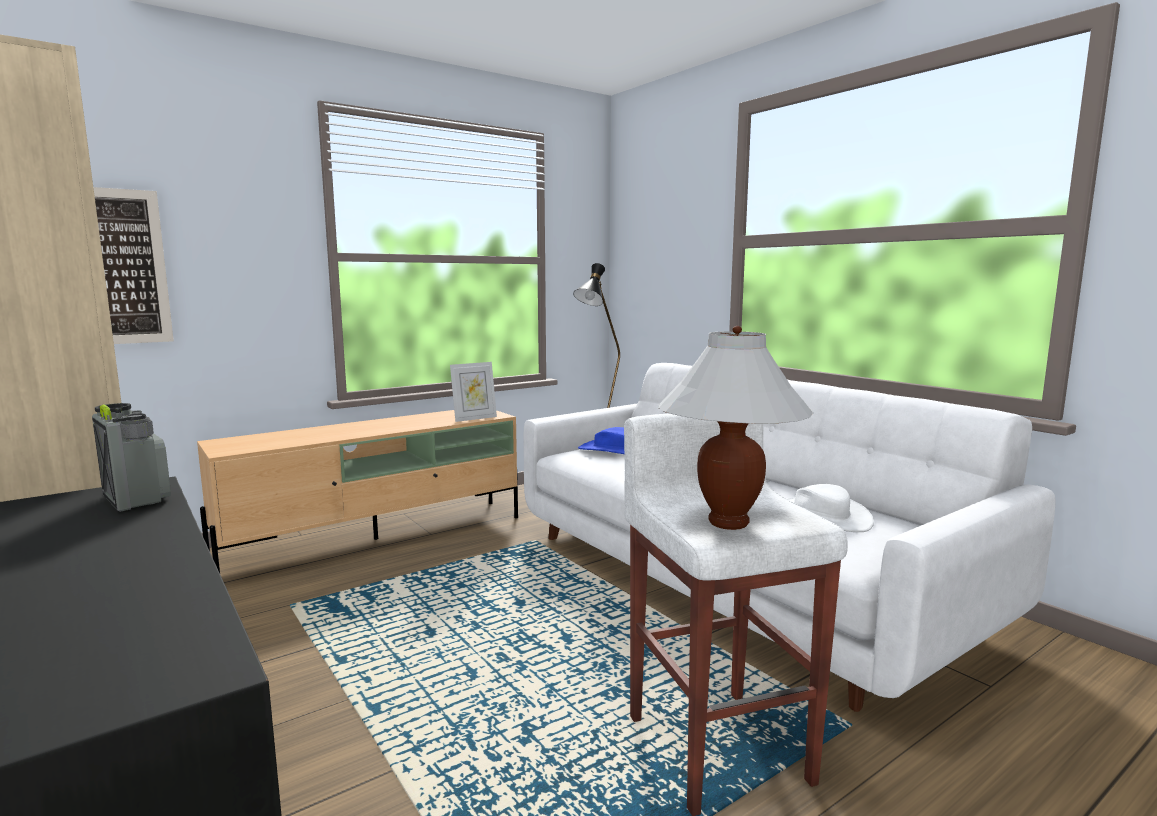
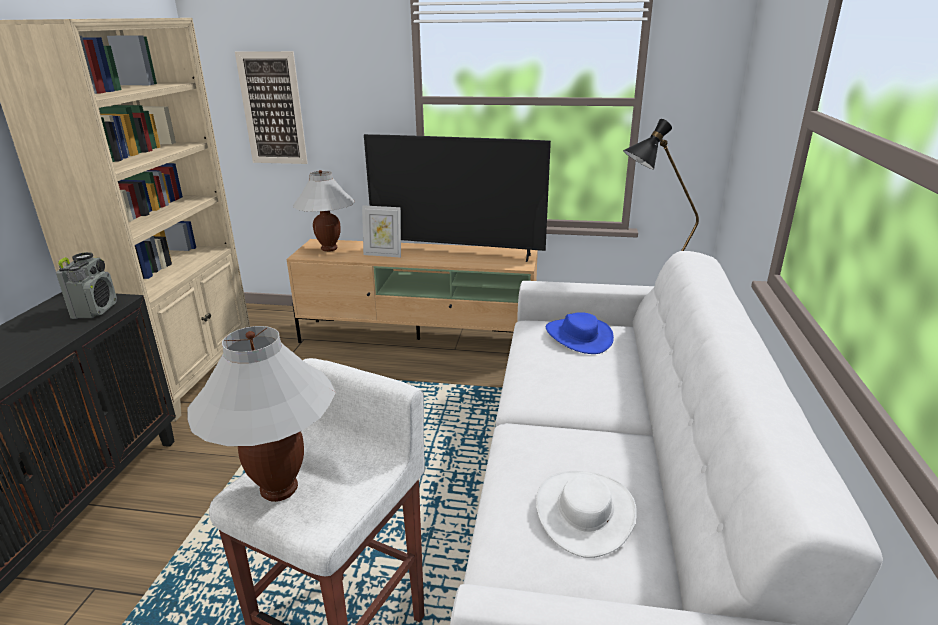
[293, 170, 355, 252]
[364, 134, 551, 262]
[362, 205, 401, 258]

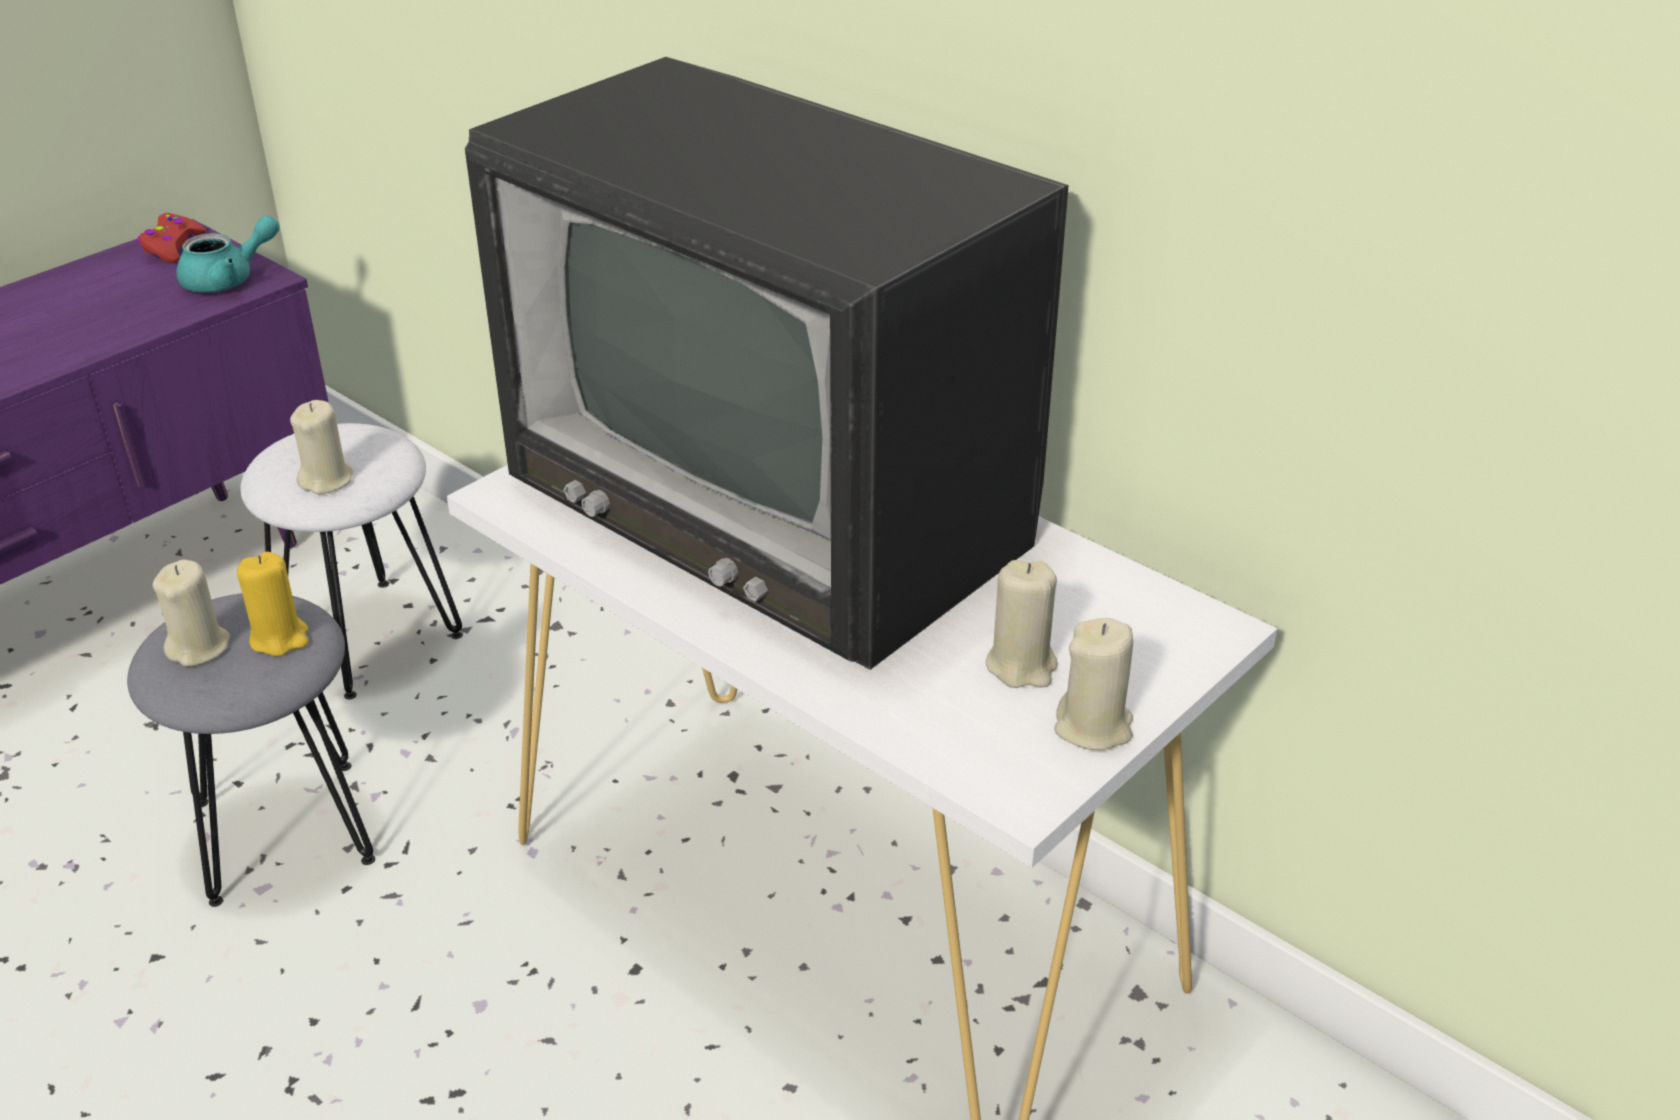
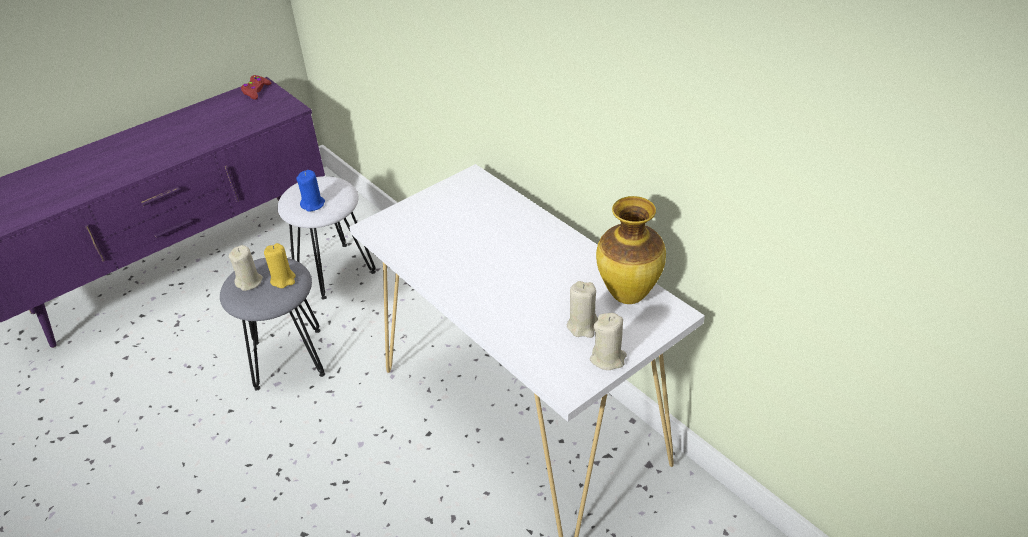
[177, 216, 280, 293] (first image)
[465, 57, 1069, 670] (first image)
[596, 196, 666, 304]
[296, 170, 325, 212]

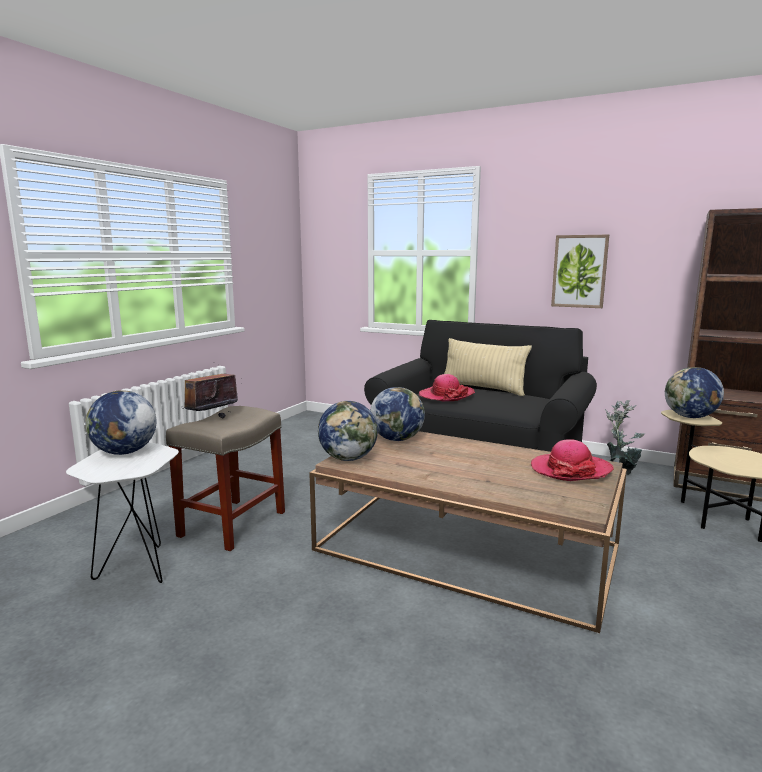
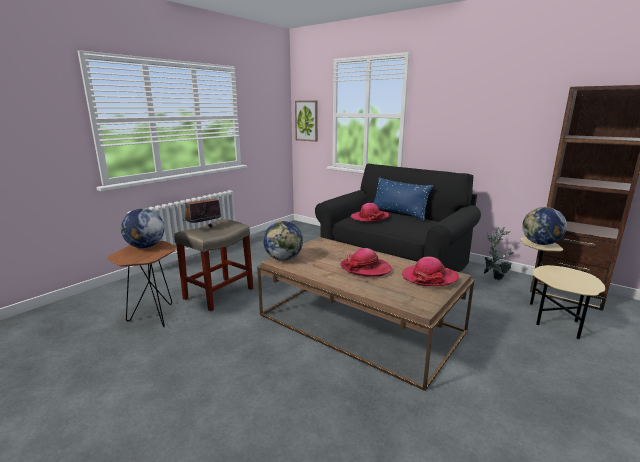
[370, 387, 425, 441] (first image)
[340, 248, 392, 277]
[295, 100, 318, 142]
[107, 241, 177, 327]
[374, 177, 433, 221]

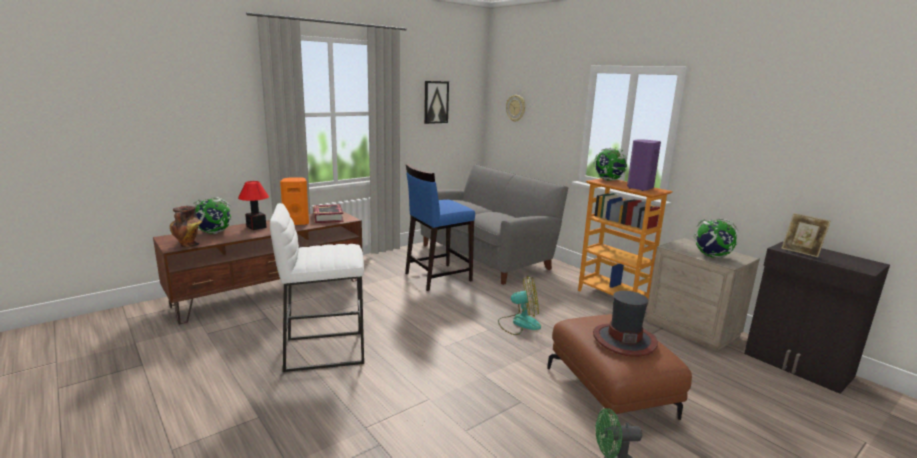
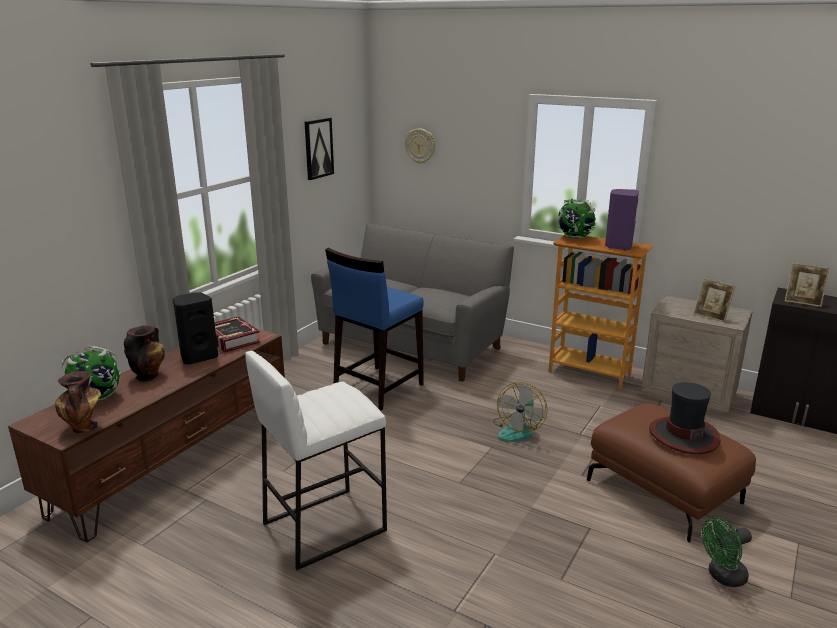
[124, 325, 165, 382]
[693, 278, 736, 322]
[173, 293, 218, 365]
[493, 382, 548, 442]

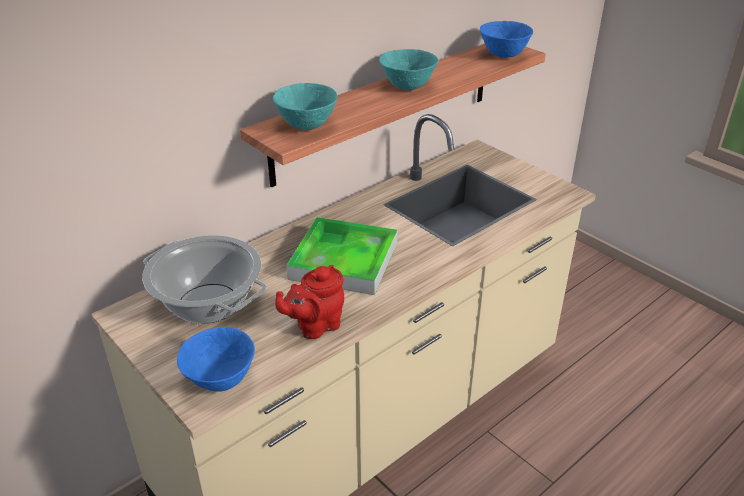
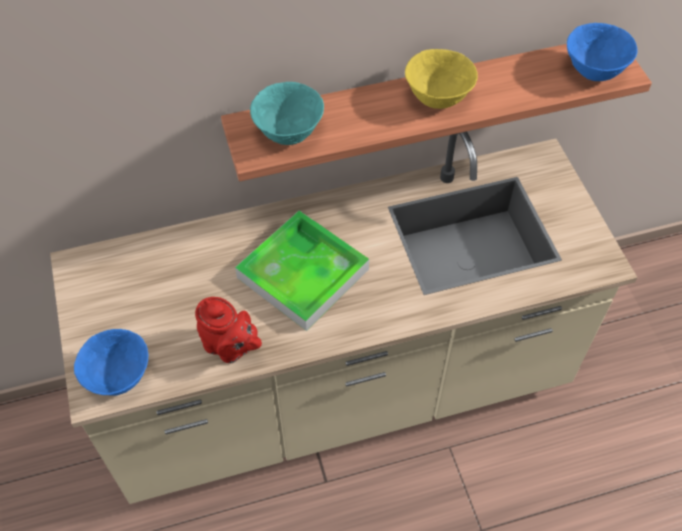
[142, 235, 267, 324] (first image)
[405, 49, 478, 109]
[195, 297, 262, 363]

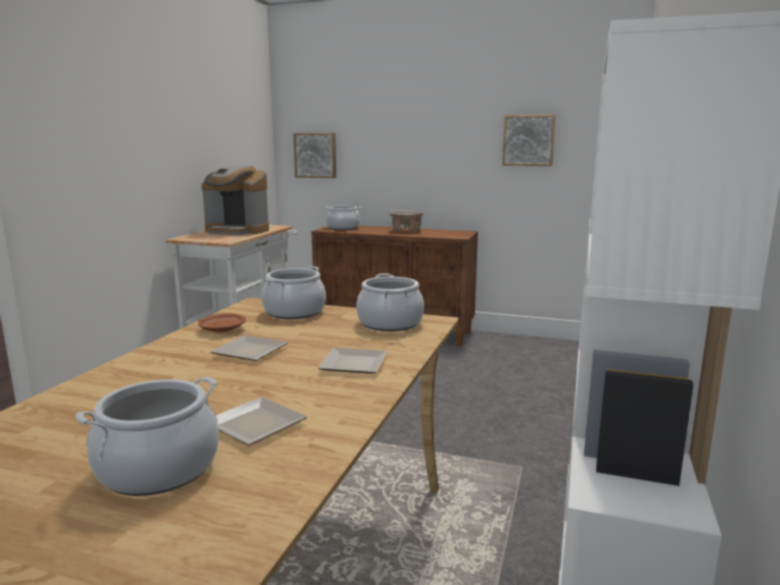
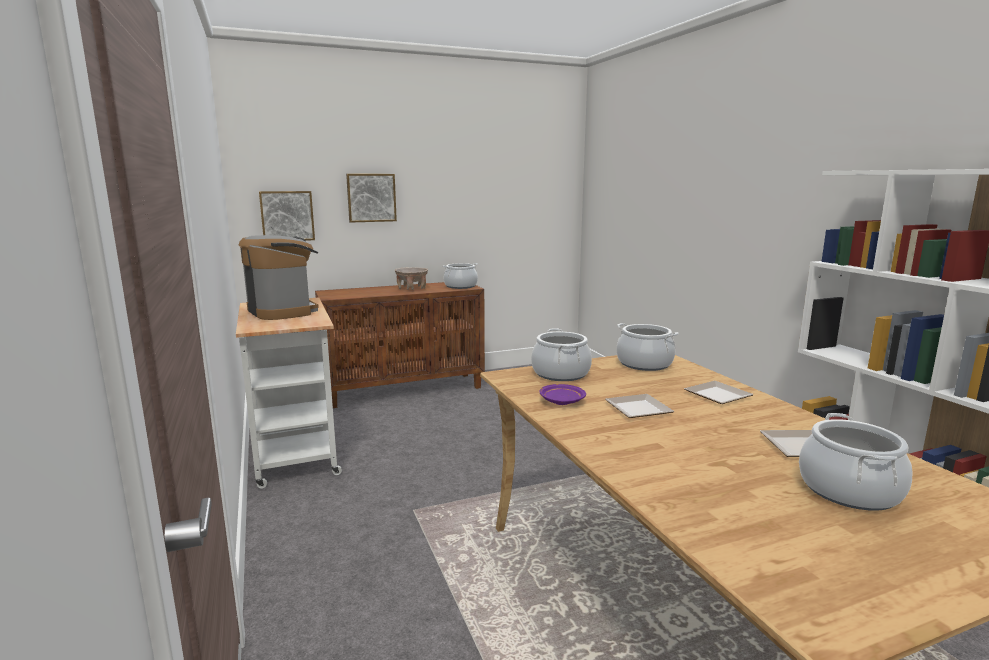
[443, 263, 478, 289]
[346, 174, 397, 223]
[539, 384, 586, 405]
[239, 235, 319, 320]

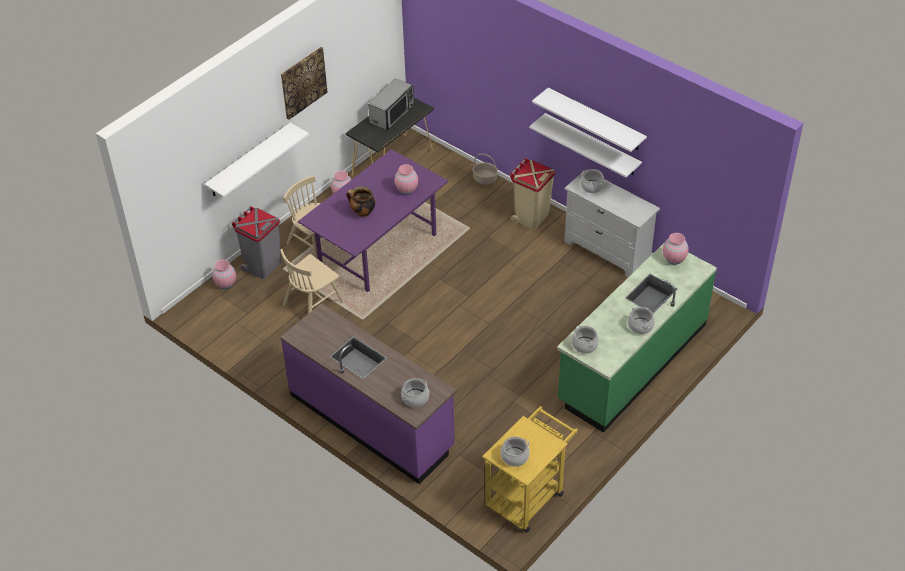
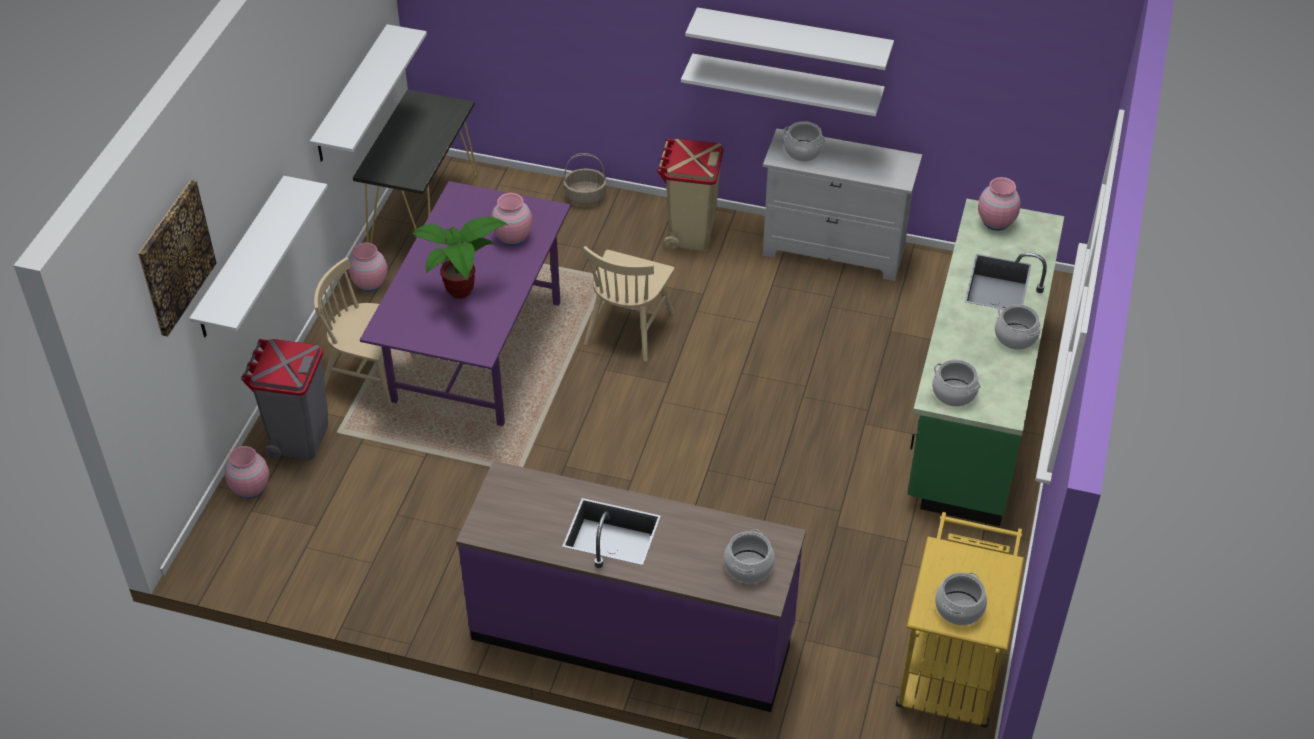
[368, 78, 414, 130] (first image)
[310, 24, 427, 162]
[583, 246, 674, 362]
[138, 180, 217, 337]
[412, 217, 509, 299]

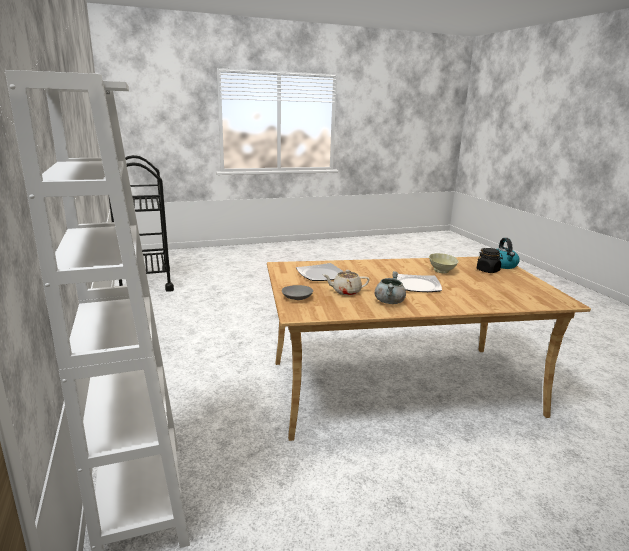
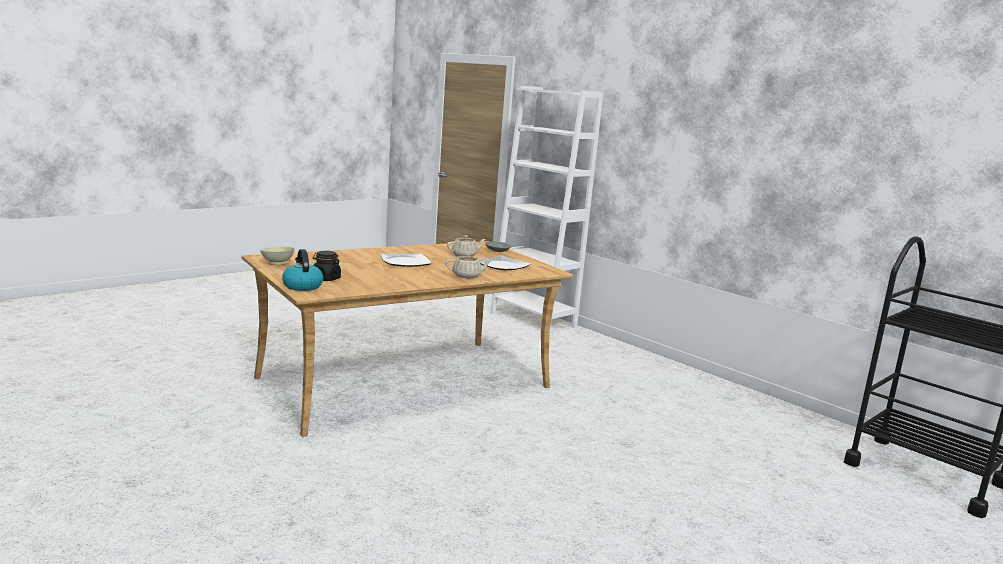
[375, 271, 406, 304] (first image)
[445, 253, 492, 278]
[260, 247, 295, 265]

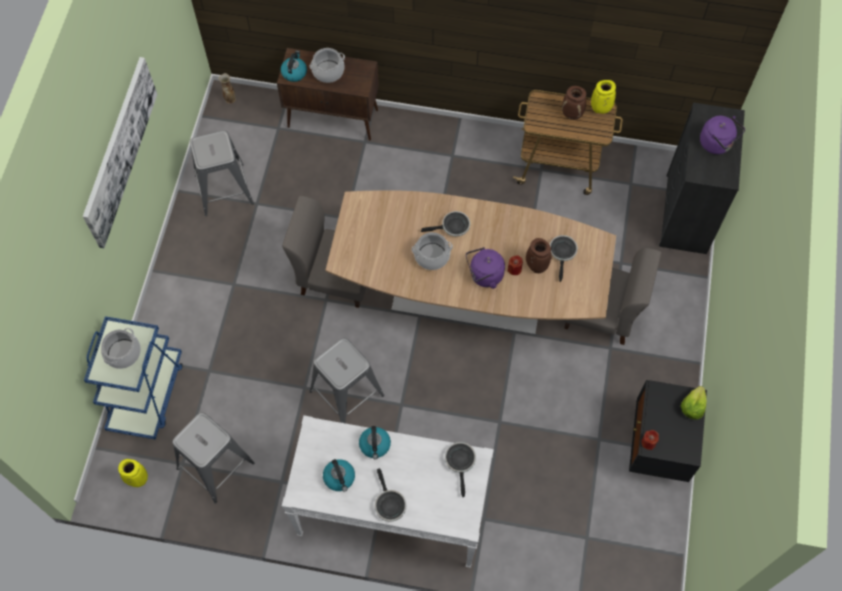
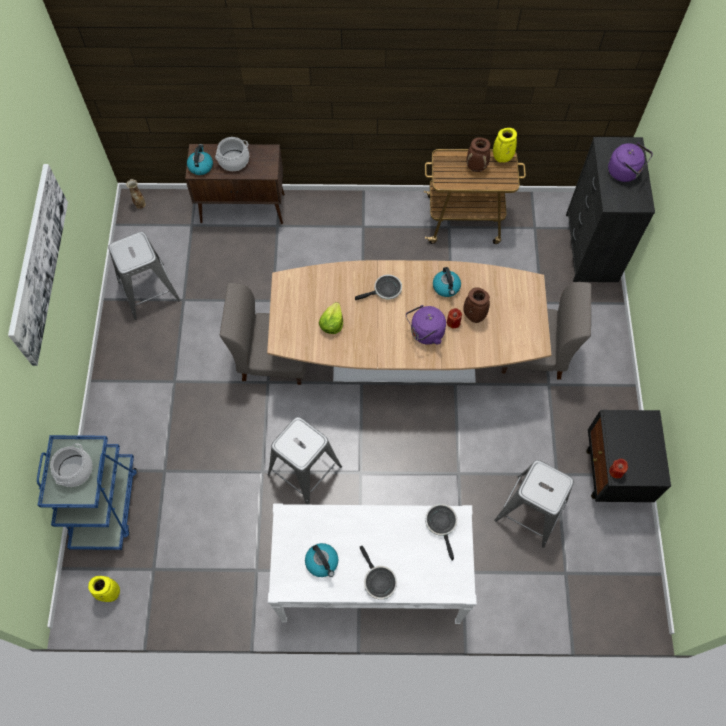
[412, 232, 453, 270] (first image)
[550, 235, 578, 282] (first image)
[494, 460, 574, 548]
[433, 267, 461, 297]
[319, 302, 343, 334]

